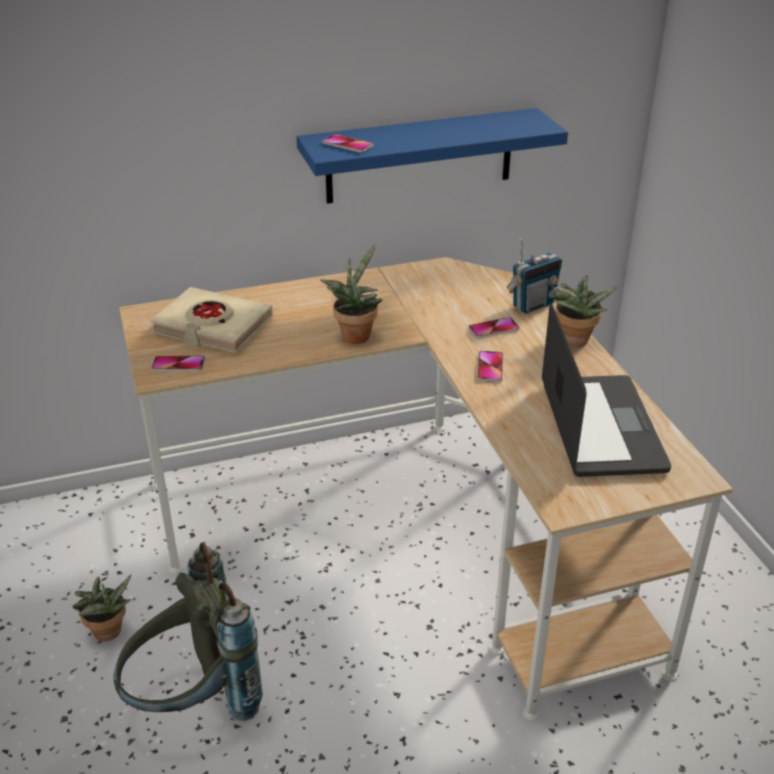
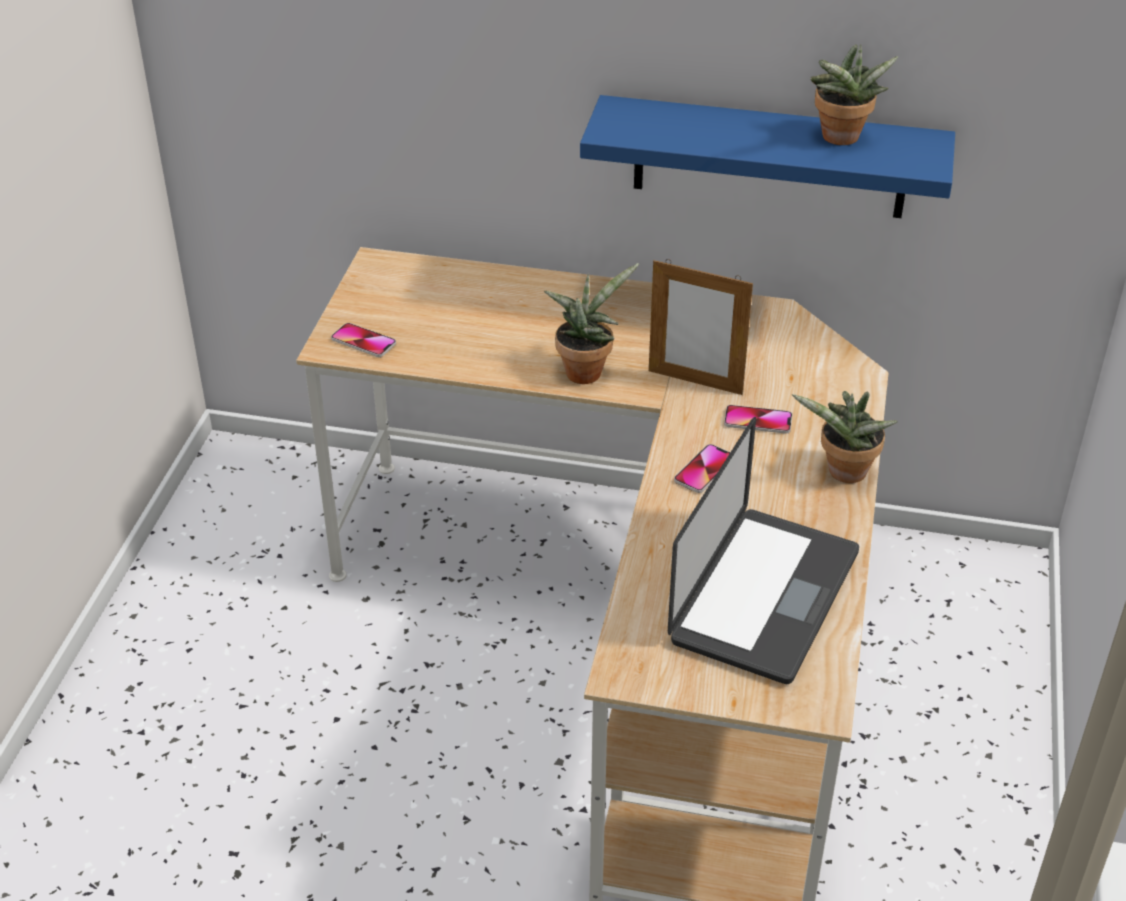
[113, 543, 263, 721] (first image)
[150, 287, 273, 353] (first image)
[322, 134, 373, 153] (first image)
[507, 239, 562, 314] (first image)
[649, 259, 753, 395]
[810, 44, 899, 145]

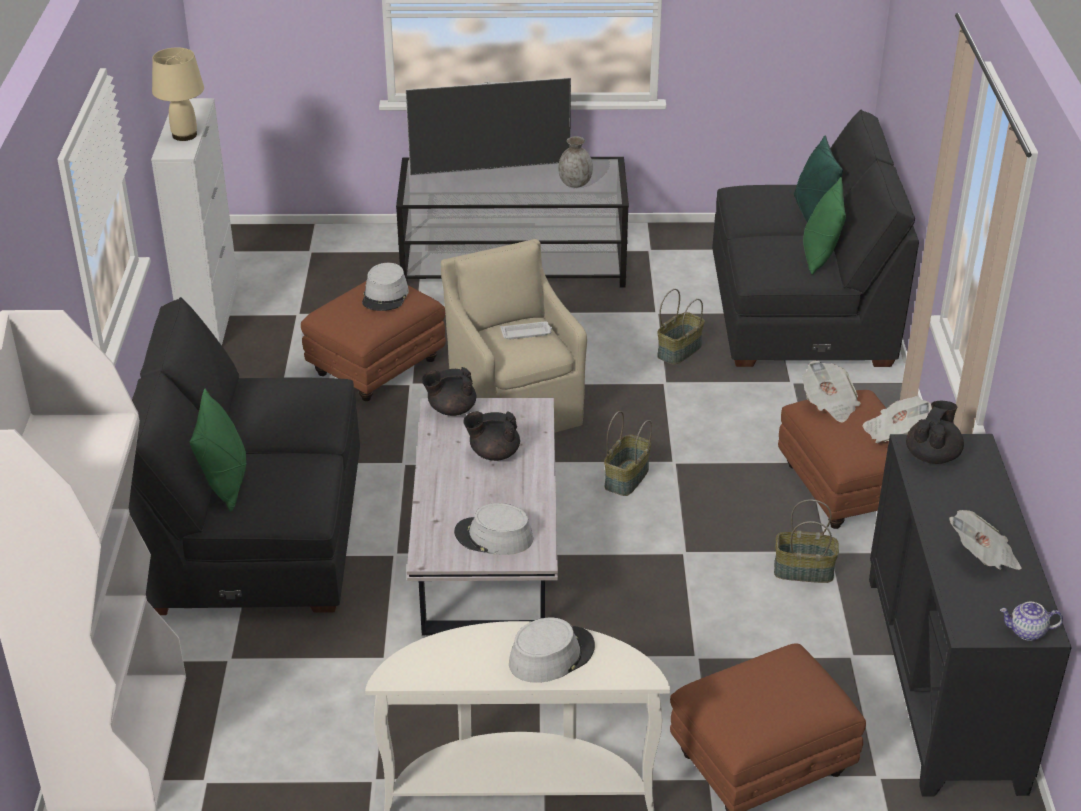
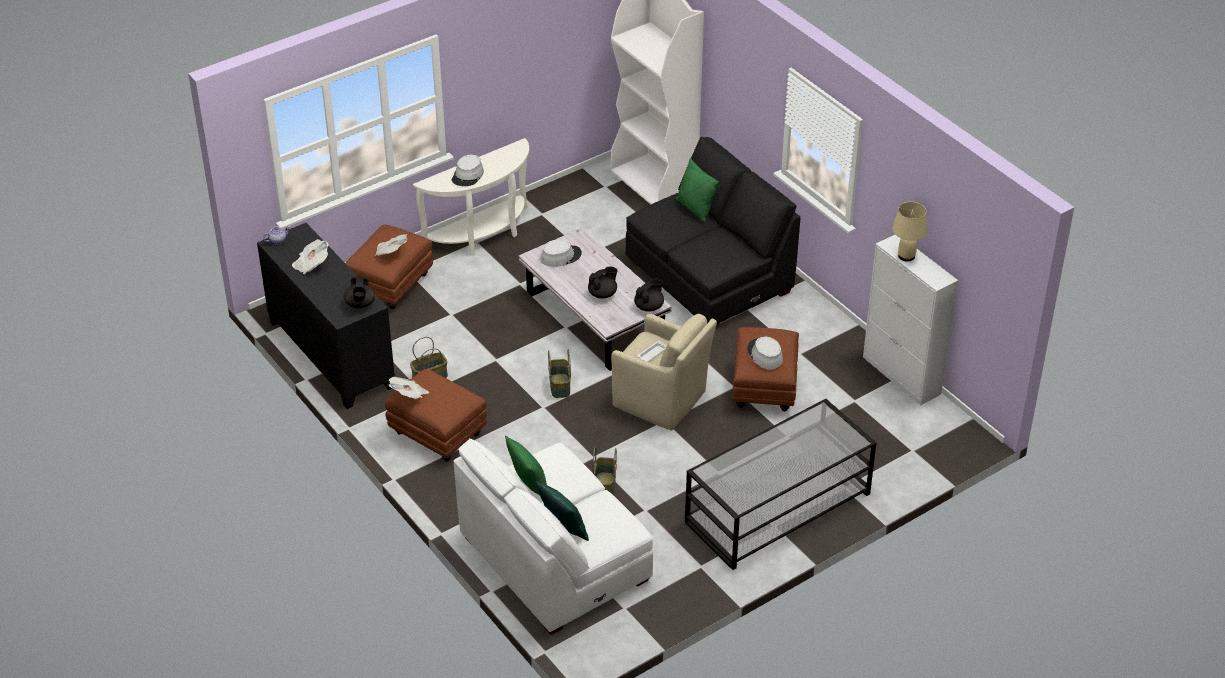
[406, 77, 571, 175] (first image)
[558, 136, 593, 188] (first image)
[375, 234, 407, 256]
[454, 438, 653, 635]

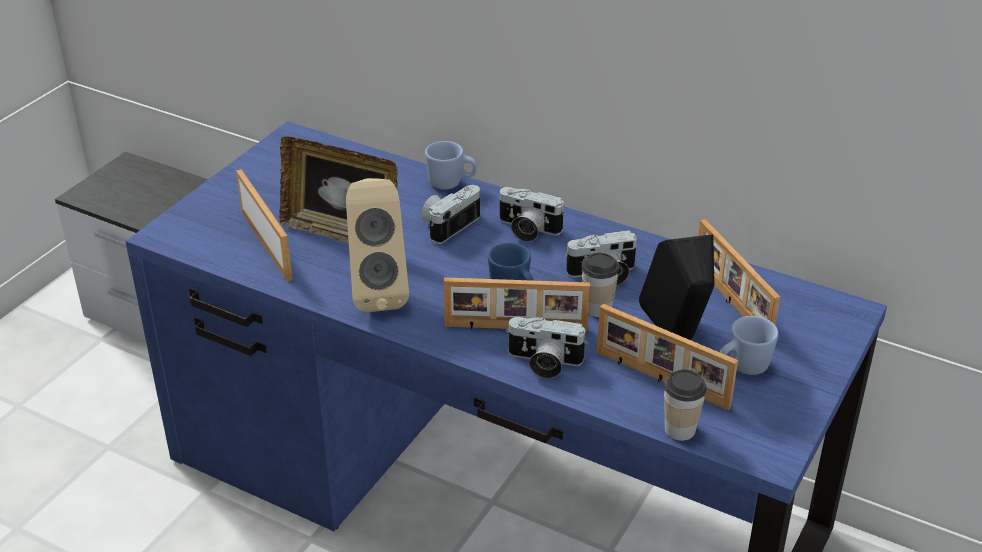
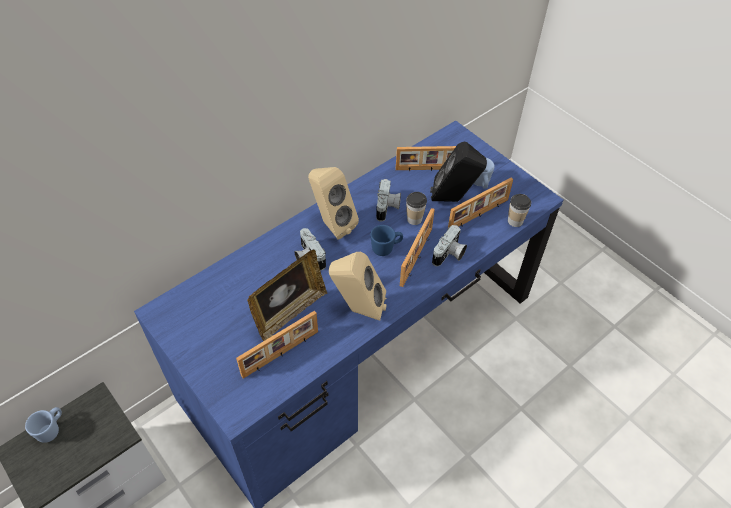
[25, 407, 62, 443]
[308, 167, 359, 240]
[236, 311, 318, 379]

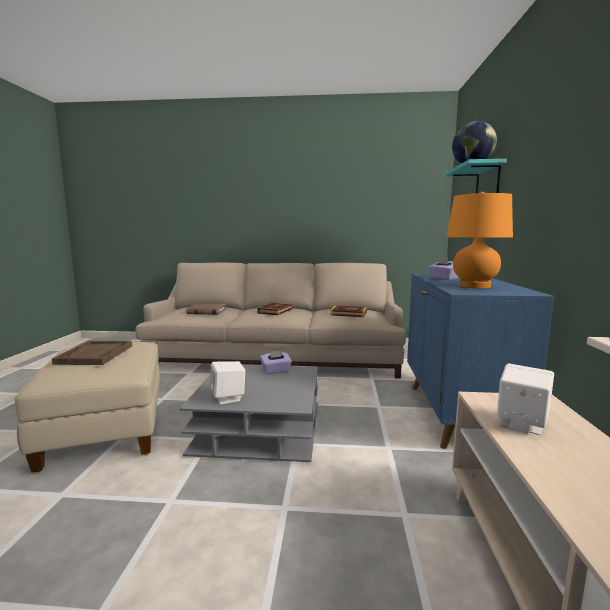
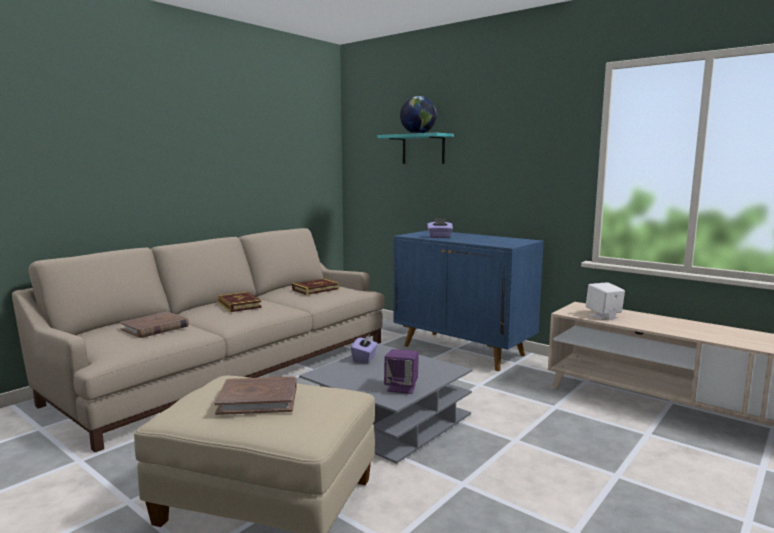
[447, 192, 513, 288] (first image)
[215, 377, 297, 415]
[384, 349, 419, 394]

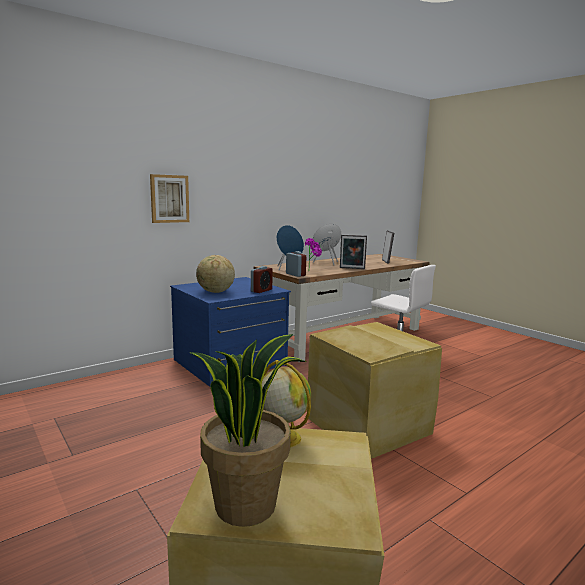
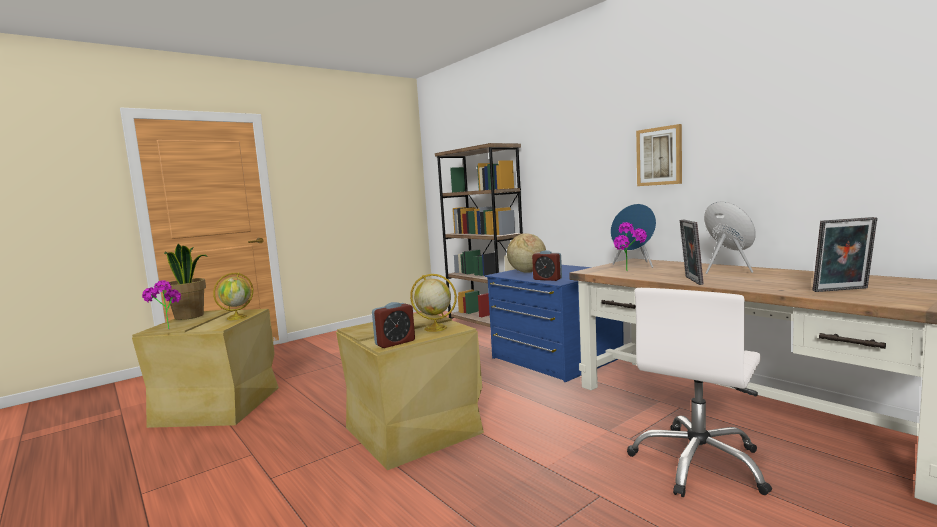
[142, 280, 181, 329]
[410, 274, 457, 332]
[435, 143, 523, 327]
[636, 124, 682, 186]
[372, 302, 415, 348]

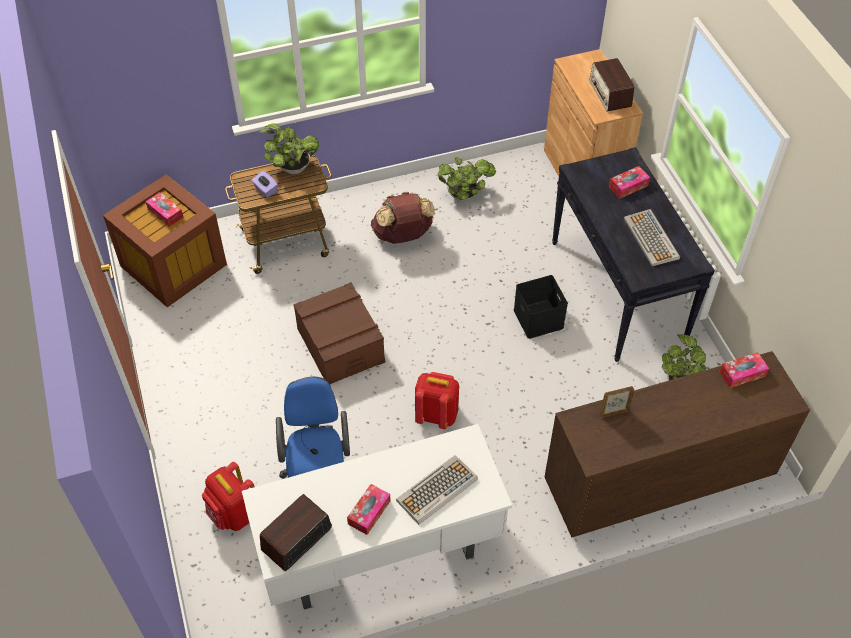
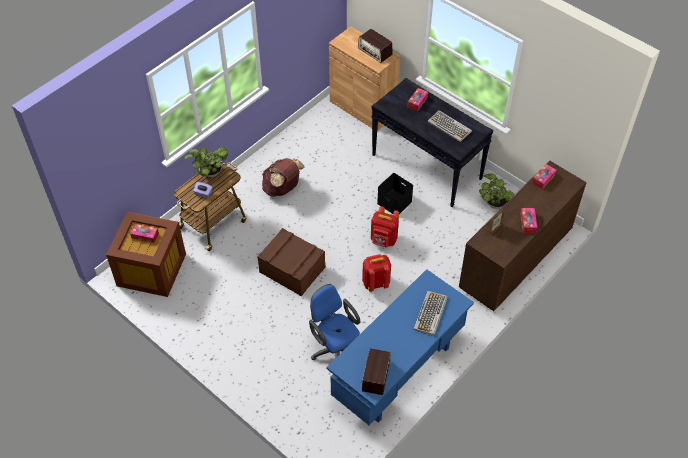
[438, 157, 496, 202] (first image)
[371, 206, 399, 247]
[520, 208, 537, 233]
[327, 269, 474, 425]

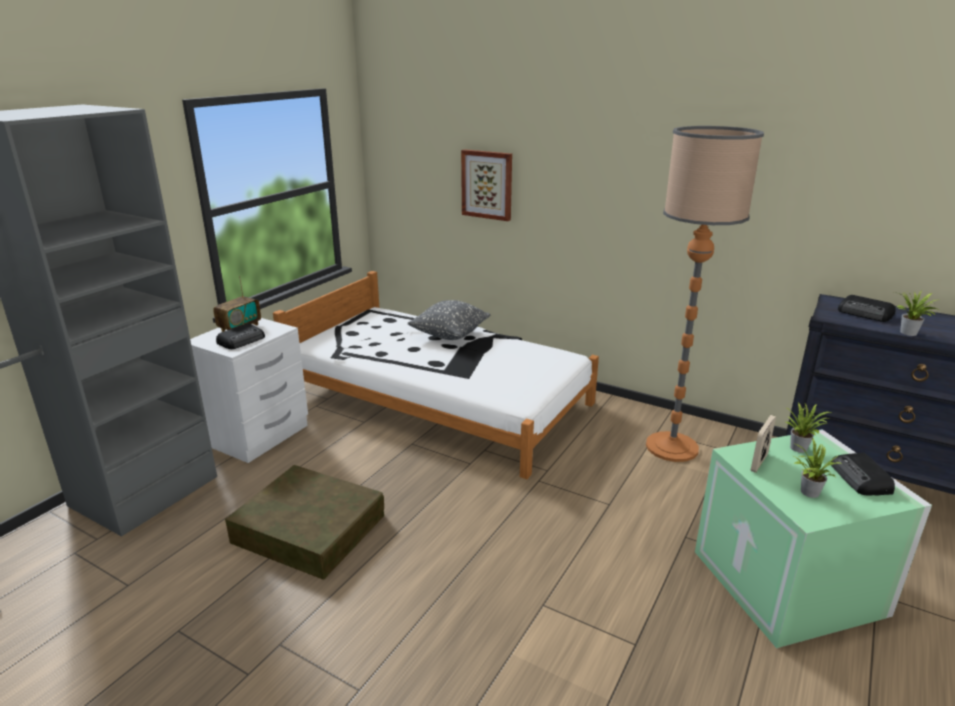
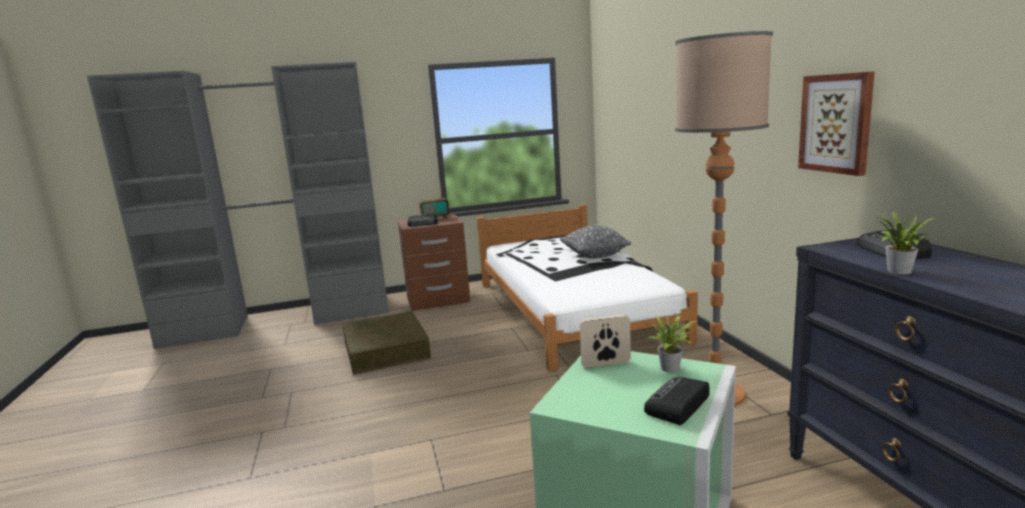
[793, 438, 843, 498] (first image)
[798, 71, 875, 176]
[398, 214, 470, 311]

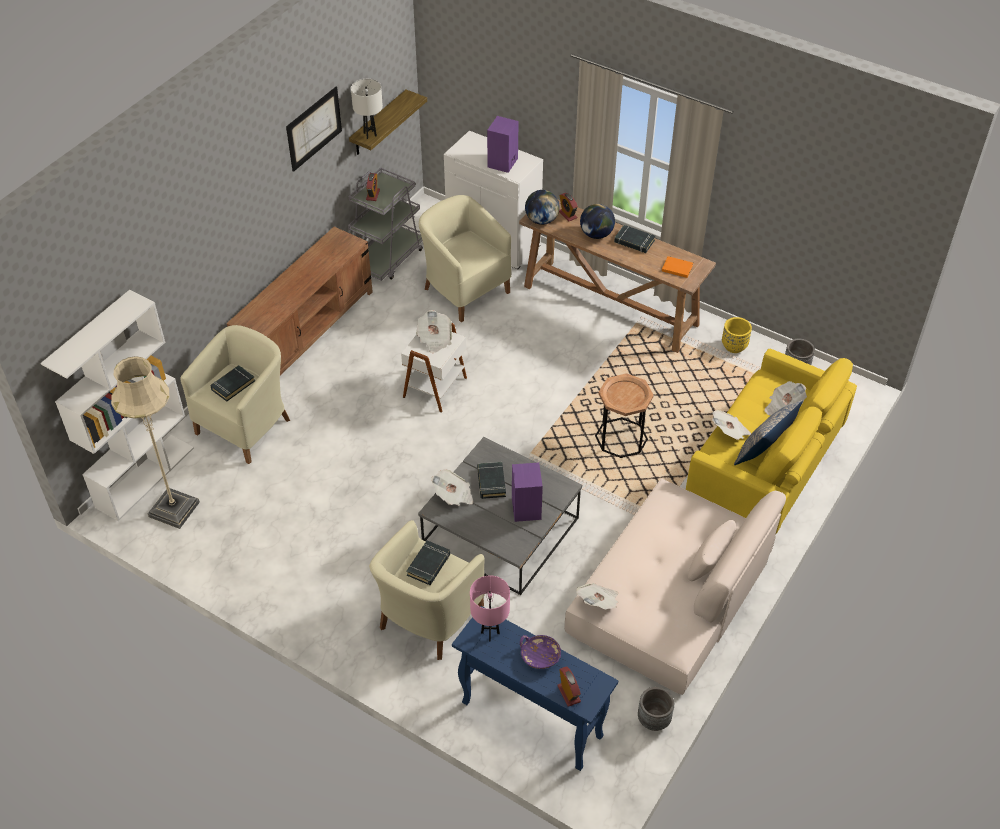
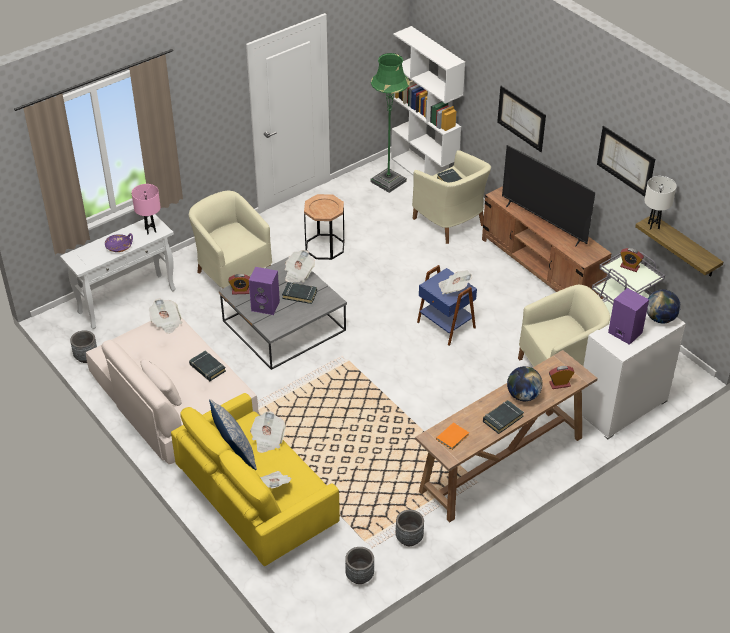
[497, 86, 546, 152]
[502, 145, 595, 247]
[189, 351, 226, 381]
[647, 289, 681, 323]
[228, 274, 250, 294]
[304, 194, 344, 260]
[371, 53, 410, 193]
[417, 265, 477, 346]
[60, 214, 176, 329]
[396, 510, 424, 546]

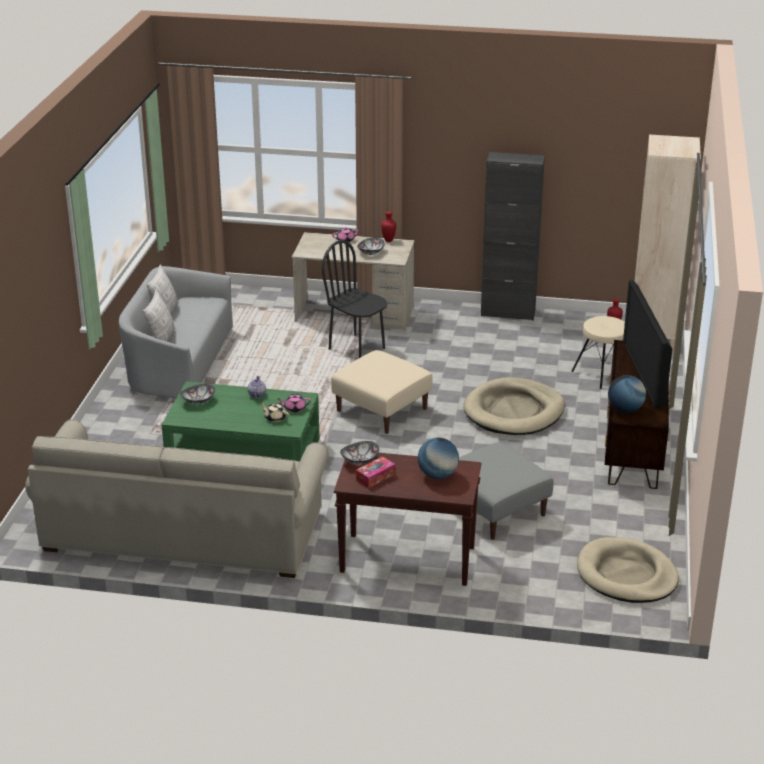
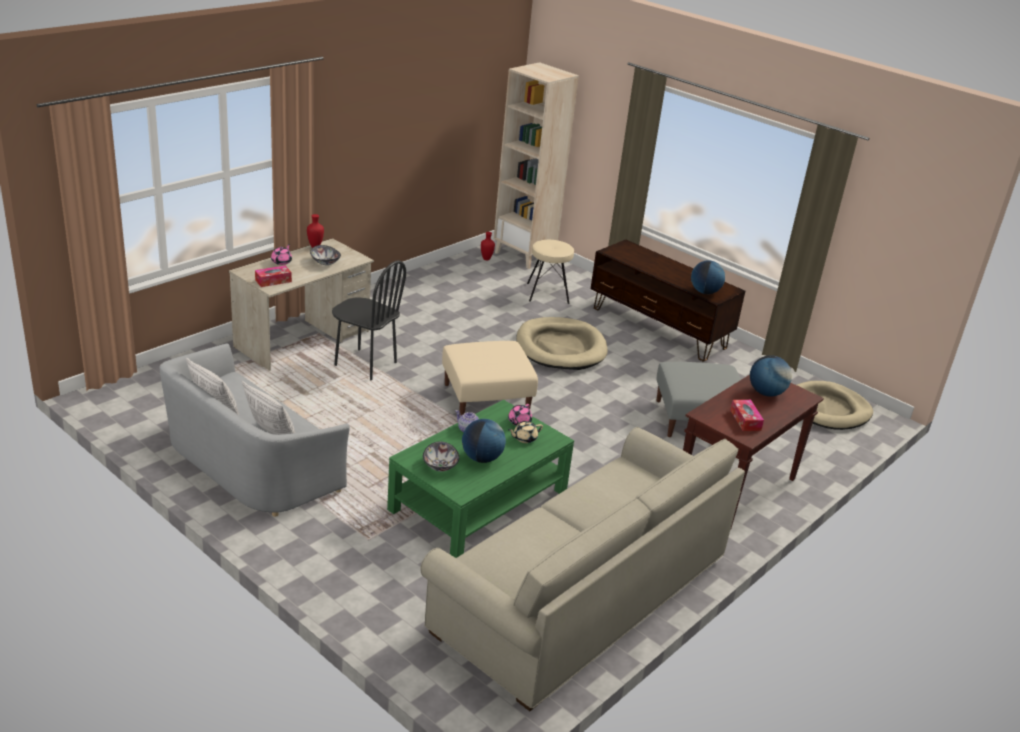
[340, 441, 379, 465] (first image)
[481, 152, 545, 321] (first image)
[623, 280, 672, 409] (first image)
[255, 266, 292, 287]
[462, 419, 506, 463]
[332, 261, 406, 380]

